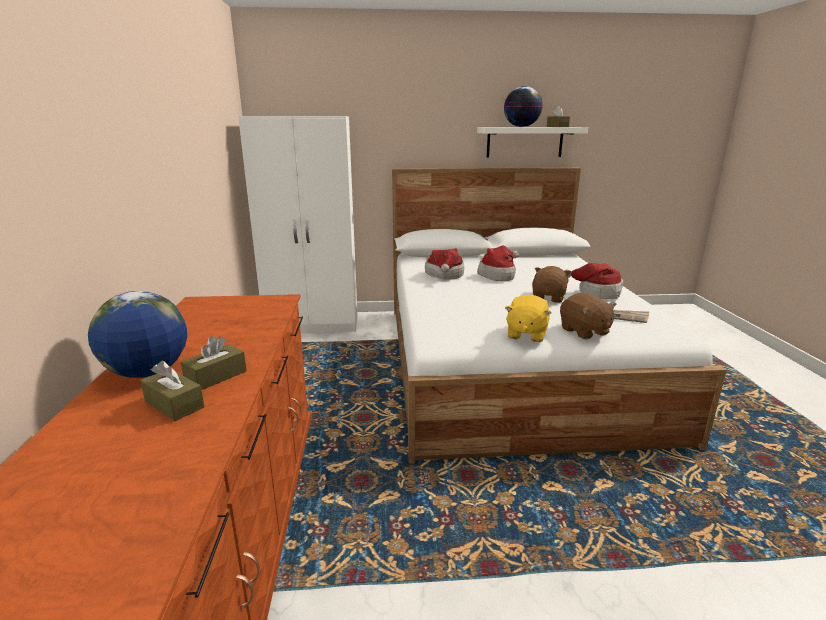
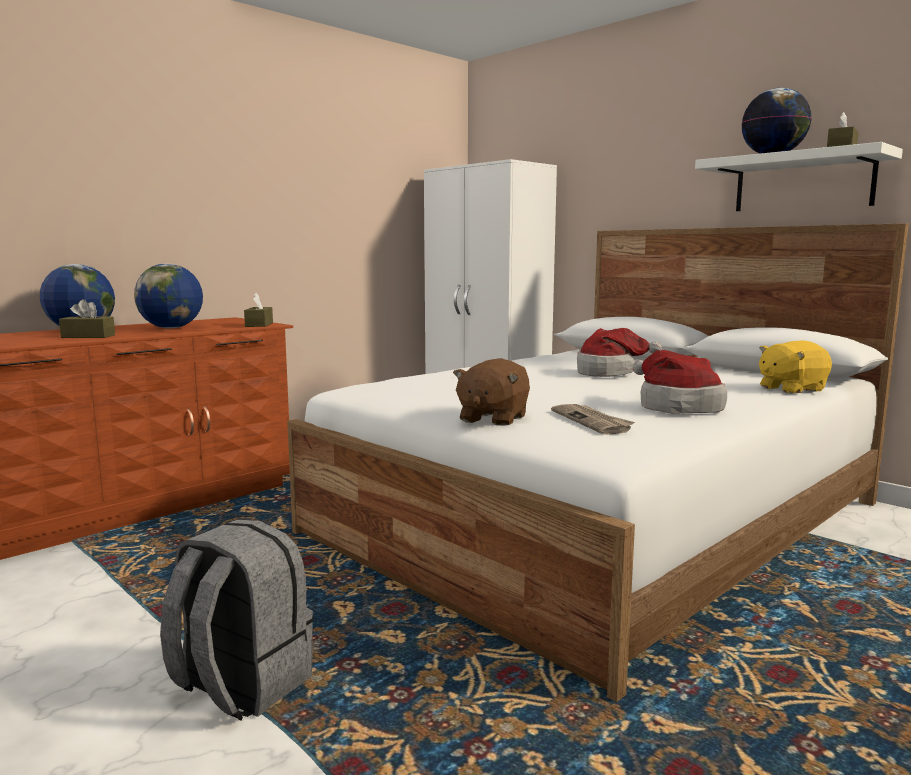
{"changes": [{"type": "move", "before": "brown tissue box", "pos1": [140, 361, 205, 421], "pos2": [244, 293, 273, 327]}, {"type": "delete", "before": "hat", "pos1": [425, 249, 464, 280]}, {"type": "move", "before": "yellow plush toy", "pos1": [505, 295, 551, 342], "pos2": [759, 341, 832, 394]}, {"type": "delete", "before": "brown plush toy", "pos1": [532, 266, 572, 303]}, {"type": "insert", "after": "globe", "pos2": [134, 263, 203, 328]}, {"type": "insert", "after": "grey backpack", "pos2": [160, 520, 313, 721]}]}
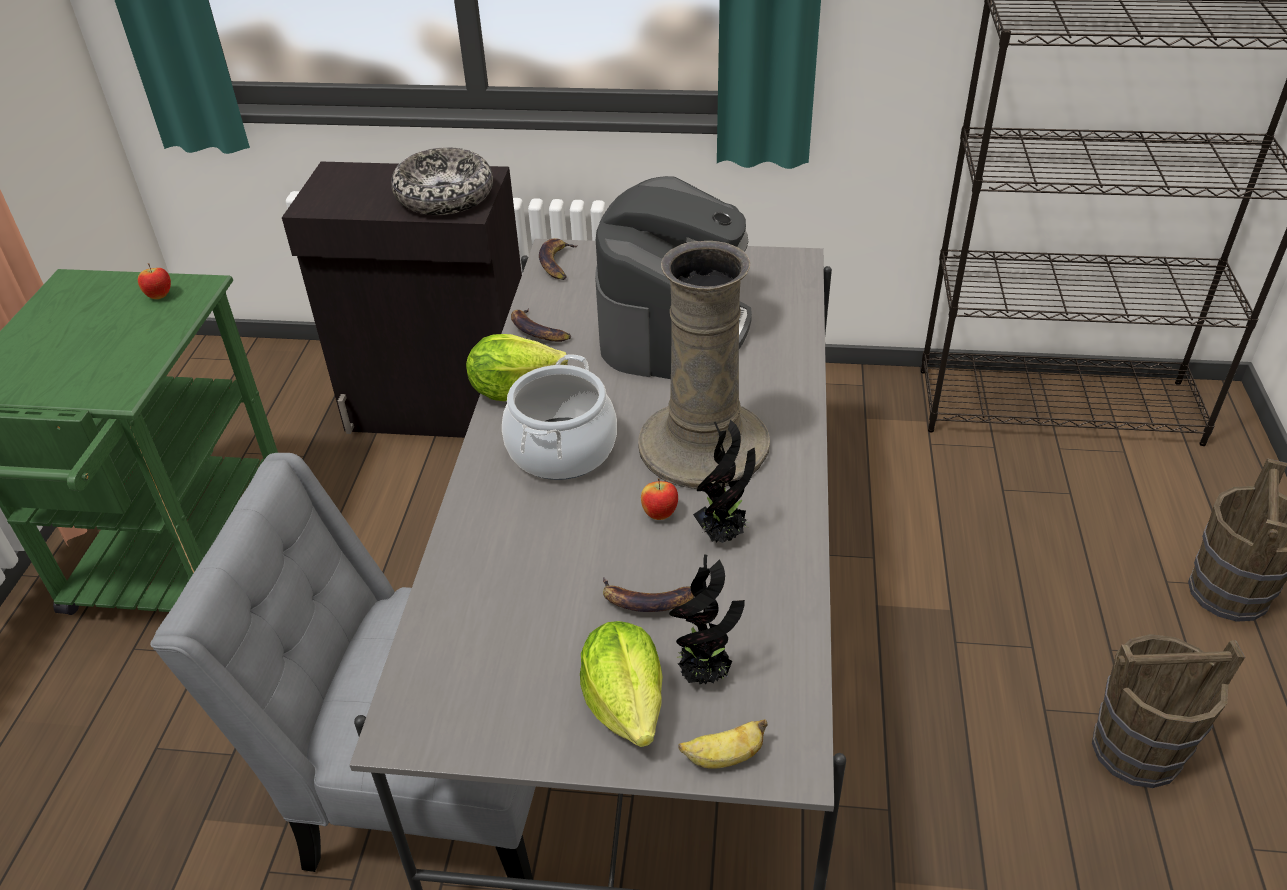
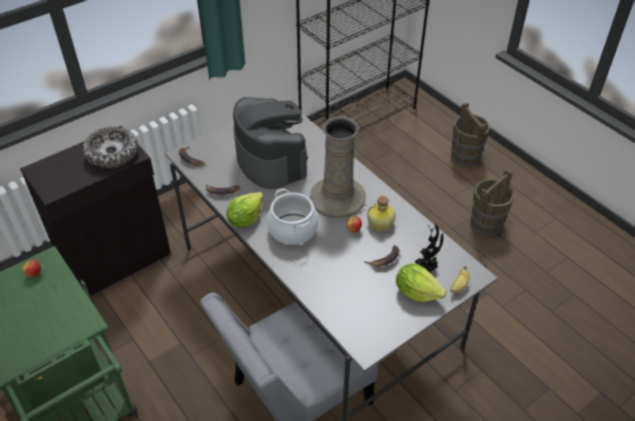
{"changes": [{"type": "replace", "before": "potted plant", "after": "bottle", "pos1": [693, 419, 756, 543], "pos2": [367, 196, 396, 231]}]}
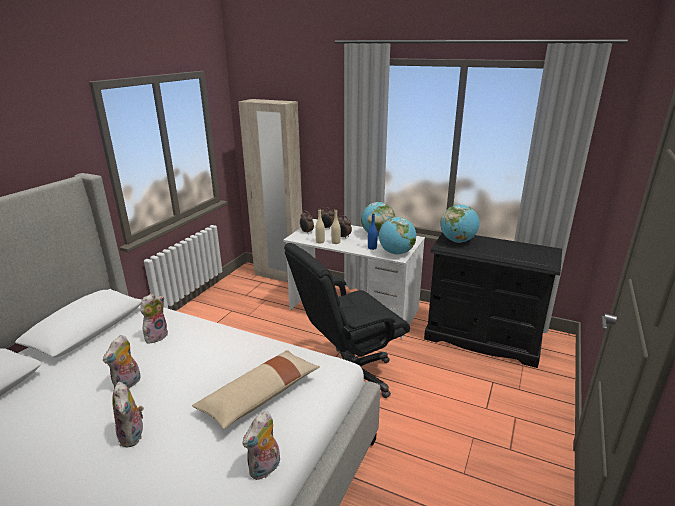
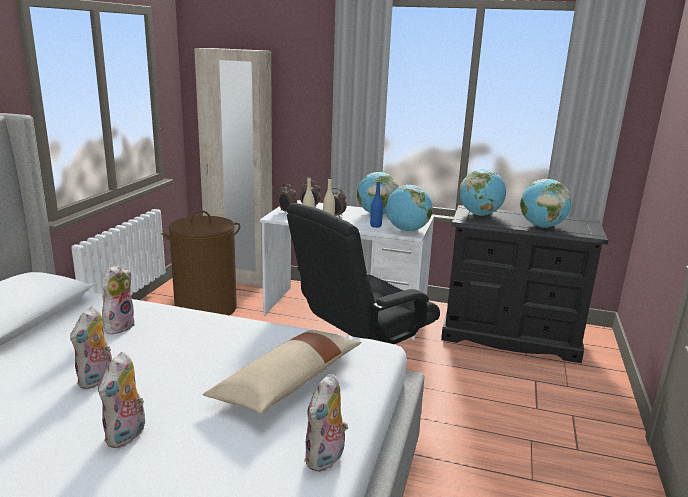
{"changes": [{"type": "rotate", "before": "plush toy", "pos1": [112, 382, 144, 448], "pos2": [98, 352, 145, 448], "turn": 45}, {"type": "insert", "after": "brown laundry basket", "pos2": [162, 211, 240, 316]}, {"type": "insert", "after": "globe", "pos2": [520, 179, 572, 228]}]}
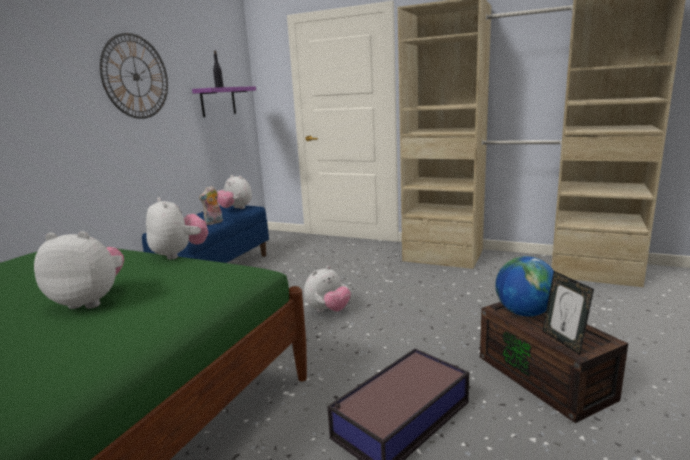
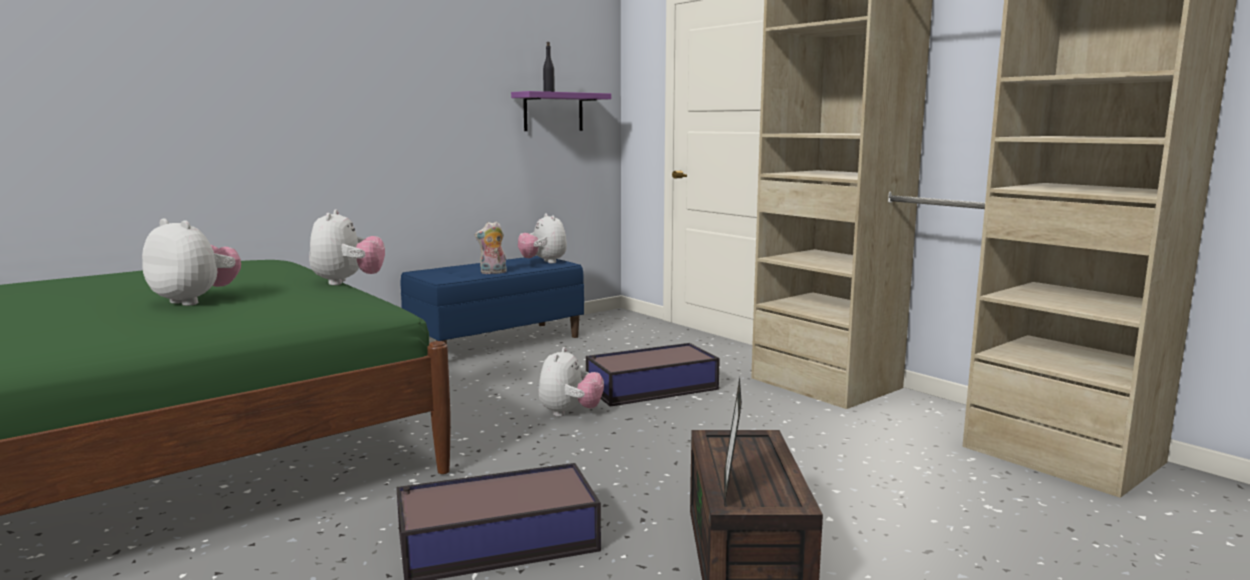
{"changes": [{"type": "delete", "before": "wall clock", "pos1": [100, 33, 168, 119]}, {"type": "rotate", "before": "plush toy", "pos1": [304, 266, 351, 312], "pos2": [538, 347, 604, 417], "turn": -60}, {"type": "delete", "before": "globe", "pos1": [495, 256, 554, 317]}, {"type": "insert", "after": "storage box", "pos2": [586, 343, 720, 407]}]}
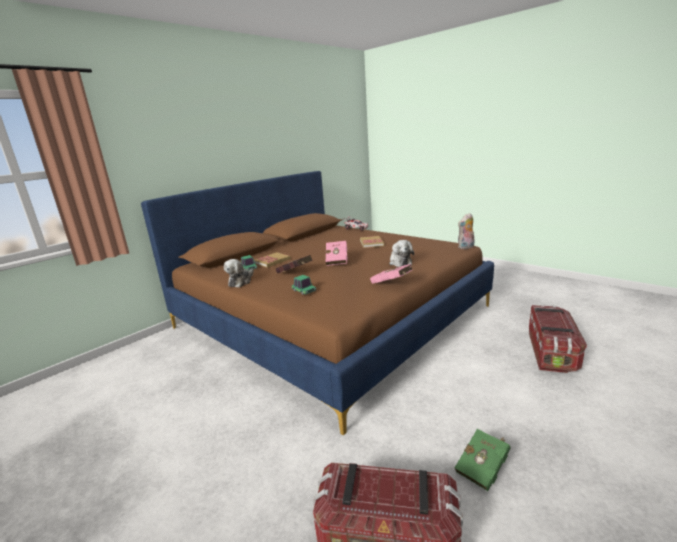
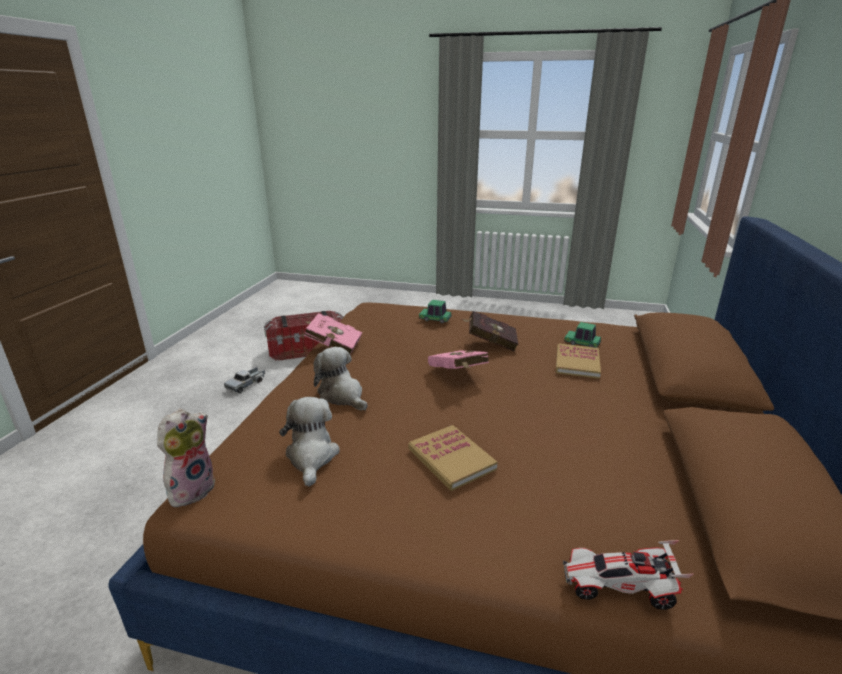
{"changes": [{"type": "move", "before": "plush toy", "pos1": [224, 259, 254, 288], "pos2": [279, 397, 340, 487]}, {"type": "replace", "before": "green book", "after": "toy truck", "pos1": [454, 429, 510, 491], "pos2": [224, 367, 265, 393]}, {"type": "delete", "before": "storage box", "pos1": [529, 305, 587, 373]}]}
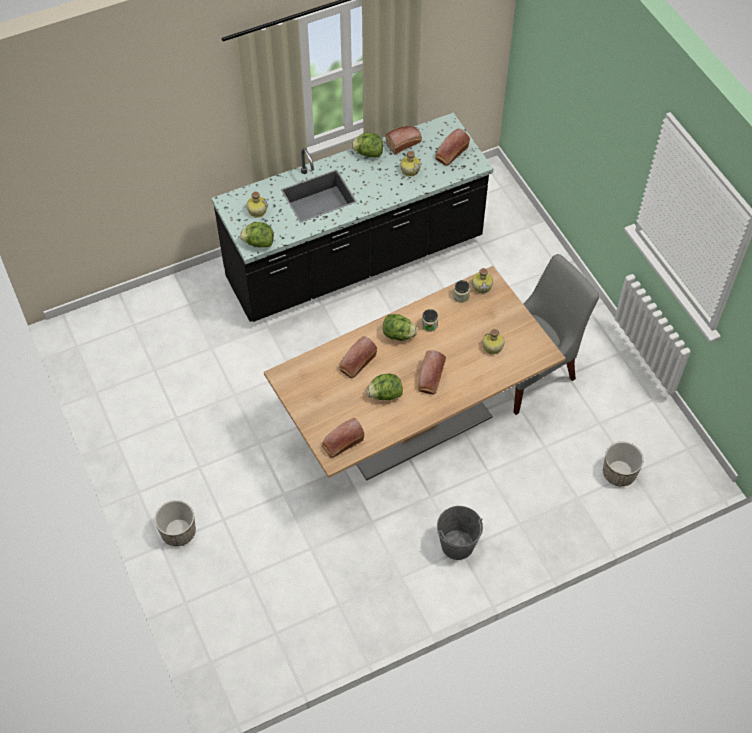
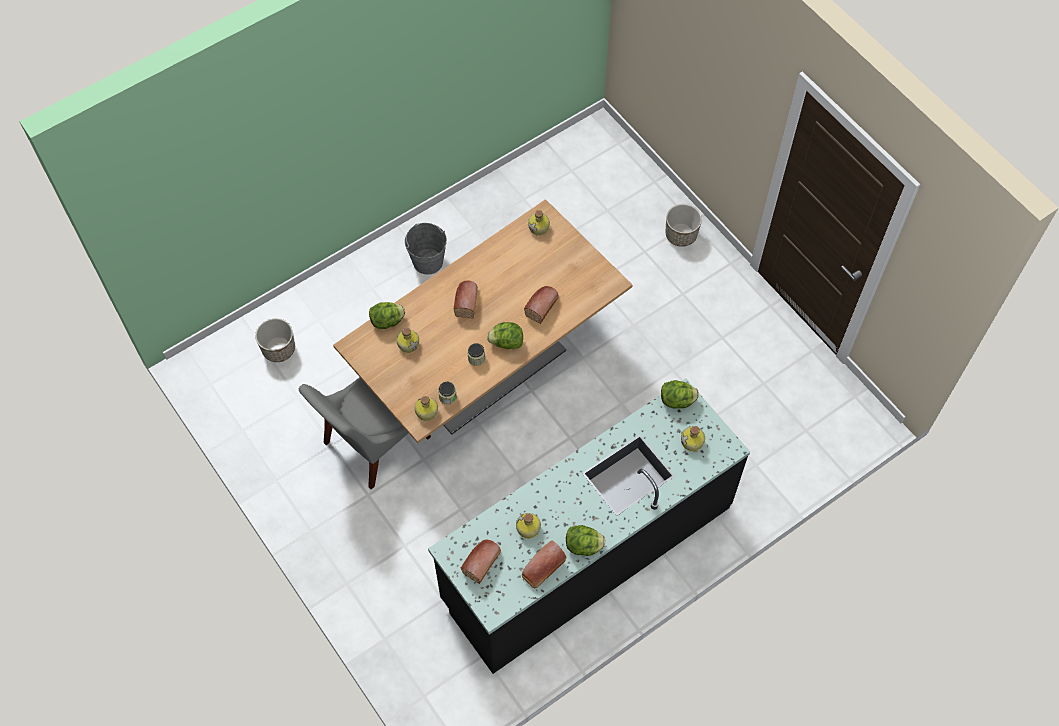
{"changes": [{"type": "replace", "before": "bread", "after": "bottle", "pos1": [322, 418, 364, 458], "pos2": [528, 210, 550, 236]}, {"type": "move", "before": "lettuce", "pos1": [367, 374, 403, 400], "pos2": [369, 302, 405, 329]}]}
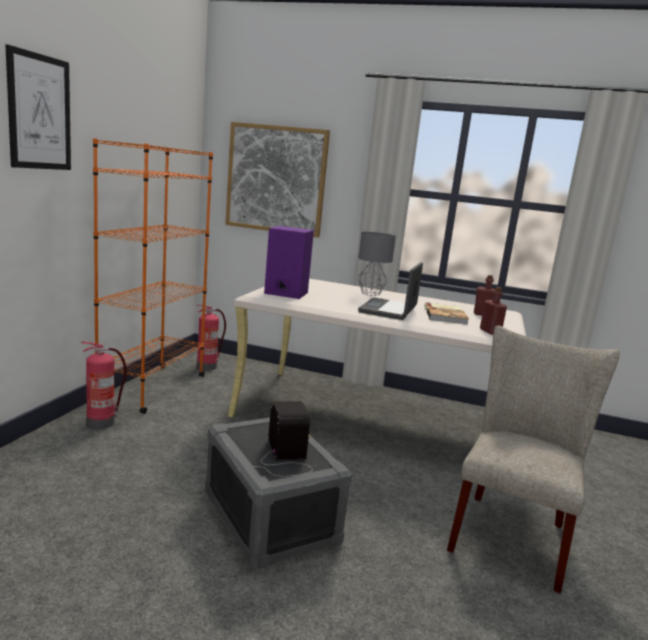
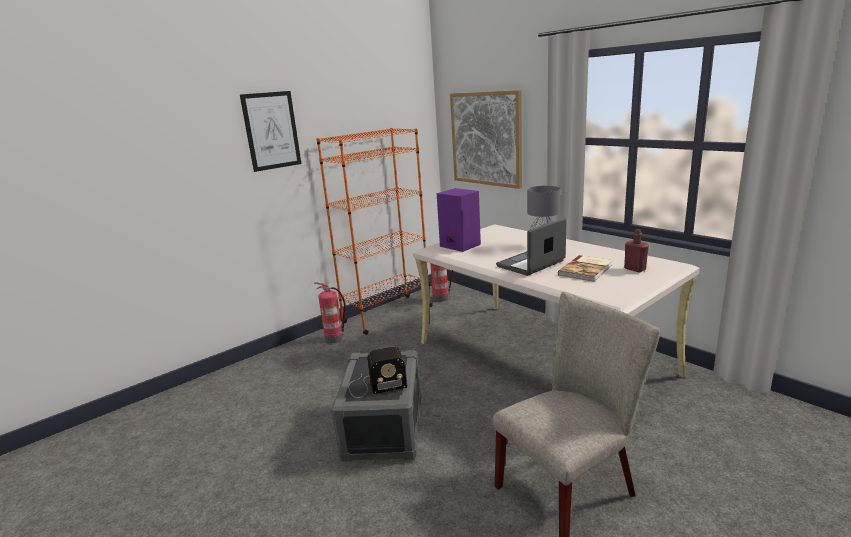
{"changes": [{"type": "rotate", "before": "radio", "pos1": [252, 401, 313, 477], "pos2": [349, 347, 407, 398], "turn": 60}, {"type": "delete", "before": "red bottle", "pos1": [480, 287, 507, 335]}]}
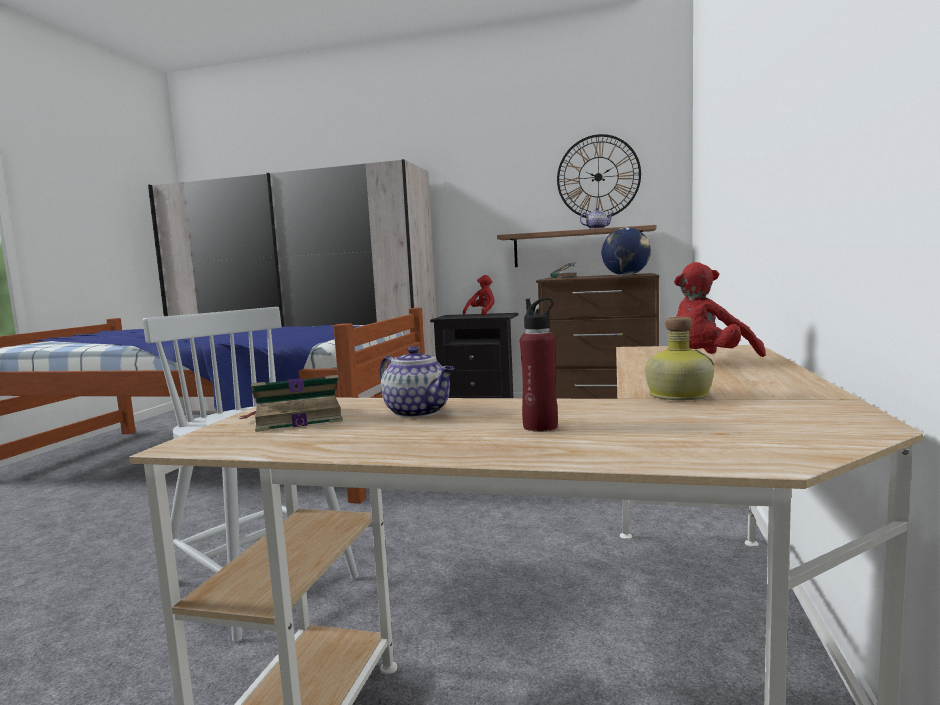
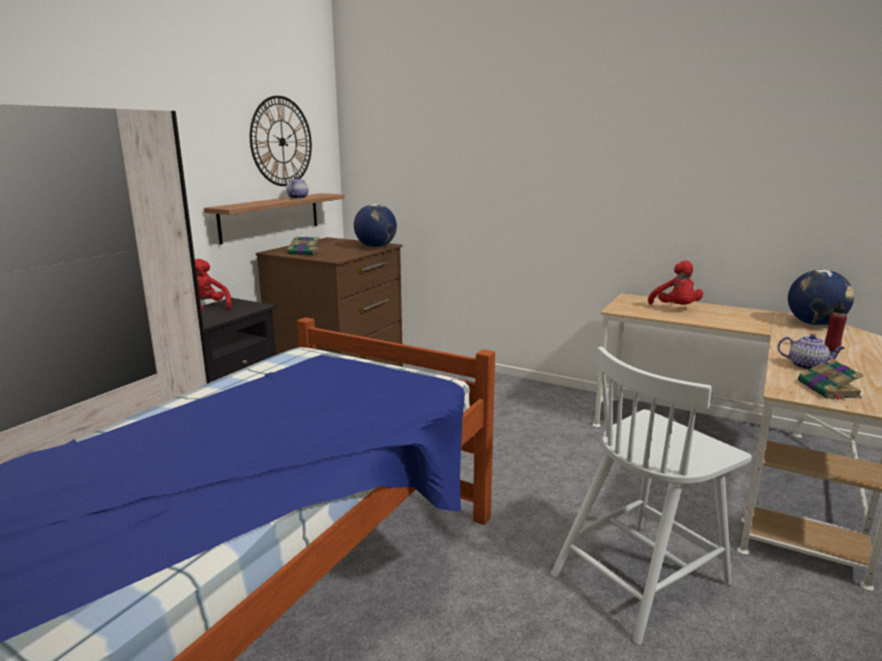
{"changes": [{"type": "rotate", "before": "teapot", "pos1": [380, 346, 454, 418], "pos2": [777, 334, 845, 370], "turn": 60}, {"type": "delete", "before": "bottle", "pos1": [645, 317, 715, 400]}, {"type": "insert", "after": "globe", "pos2": [788, 269, 854, 326]}]}
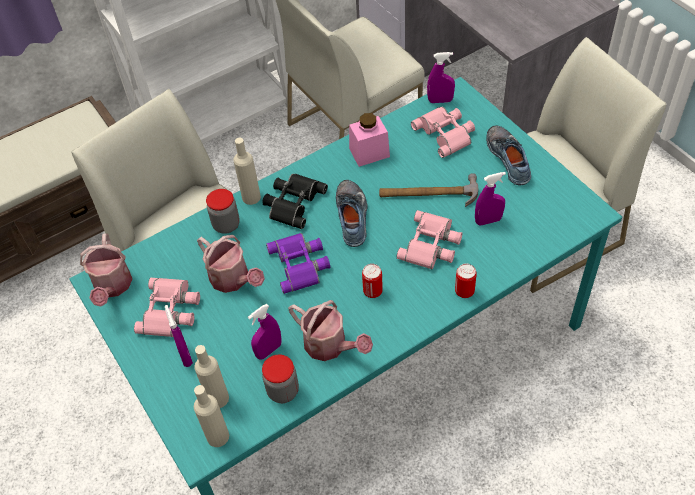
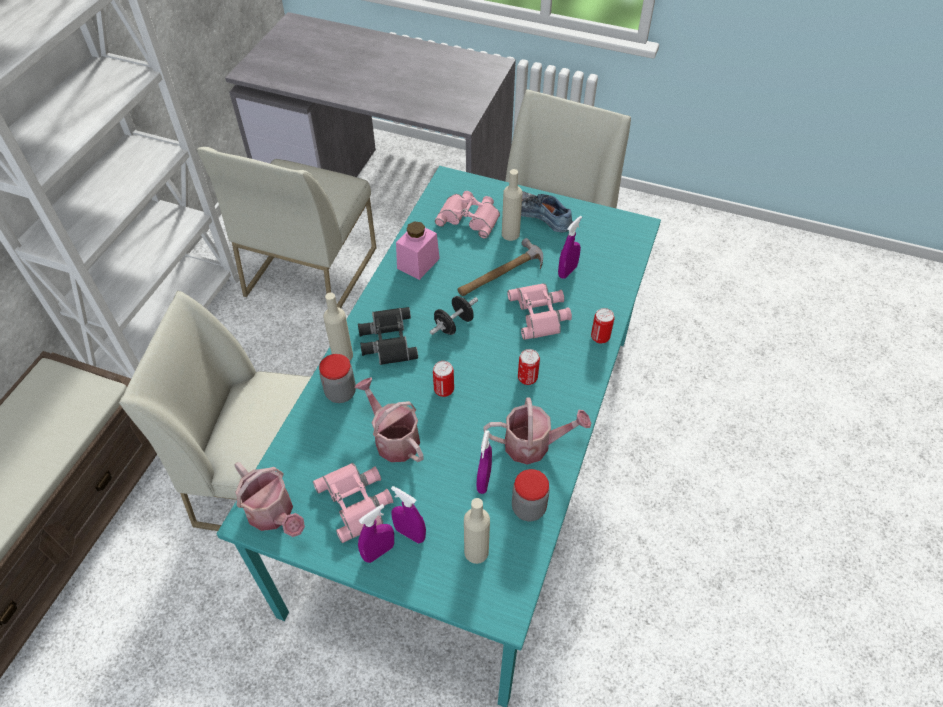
{"changes": [{"type": "move", "before": "beige bottle", "pos1": [194, 385, 229, 447], "pos2": [502, 169, 522, 241]}, {"type": "rotate", "before": "watering can", "pos1": [197, 235, 265, 293], "pos2": [355, 377, 423, 462], "turn": -135}, {"type": "replace", "before": "purple binoculars", "after": "can", "pos1": [266, 233, 330, 294], "pos2": [433, 361, 454, 397]}, {"type": "replace", "before": "shoe", "after": "black dumbbell", "pos1": [336, 180, 367, 247], "pos2": [430, 296, 478, 335]}, {"type": "move", "before": "purple spray bottle", "pos1": [427, 52, 455, 103], "pos2": [358, 504, 394, 563]}]}
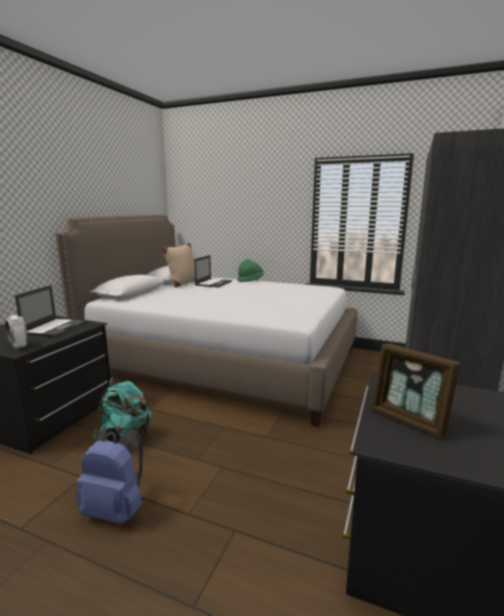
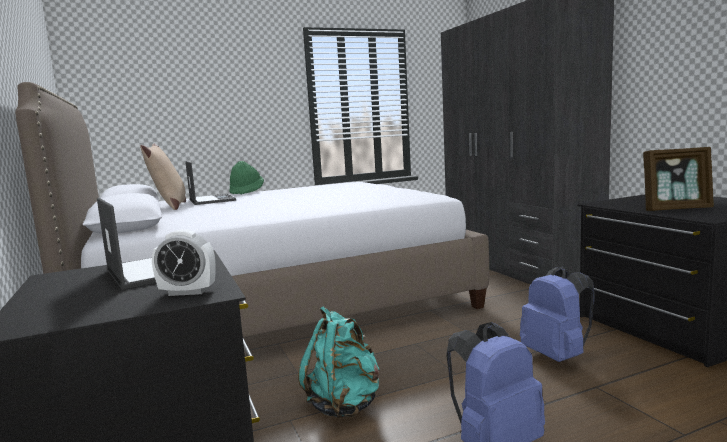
{"changes": [{"type": "insert", "after": "blue backpack", "pos2": [520, 267, 595, 362]}]}
